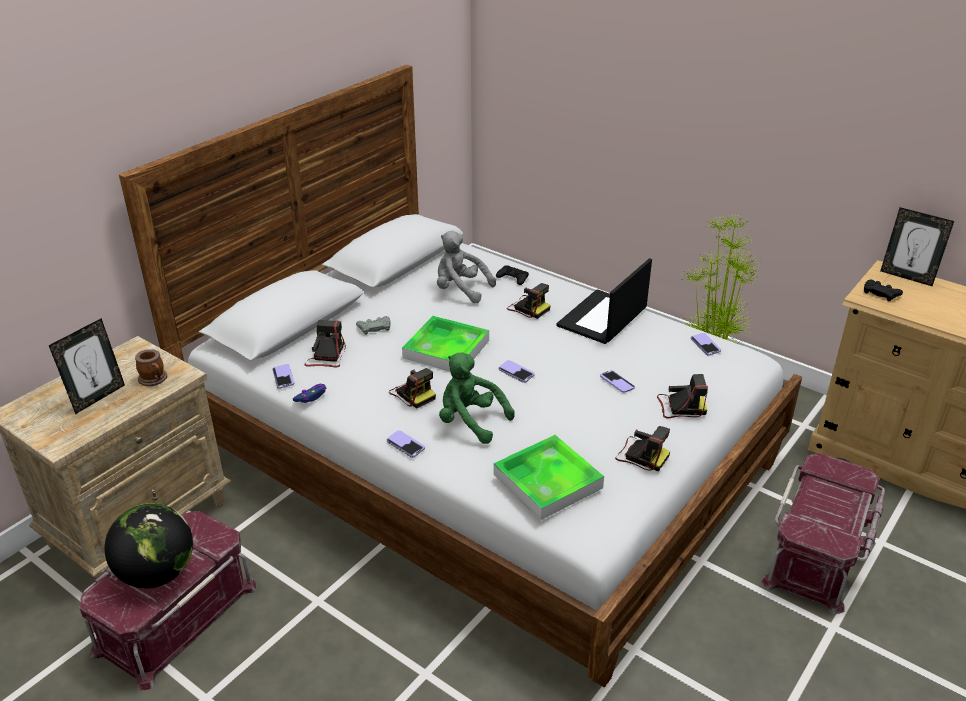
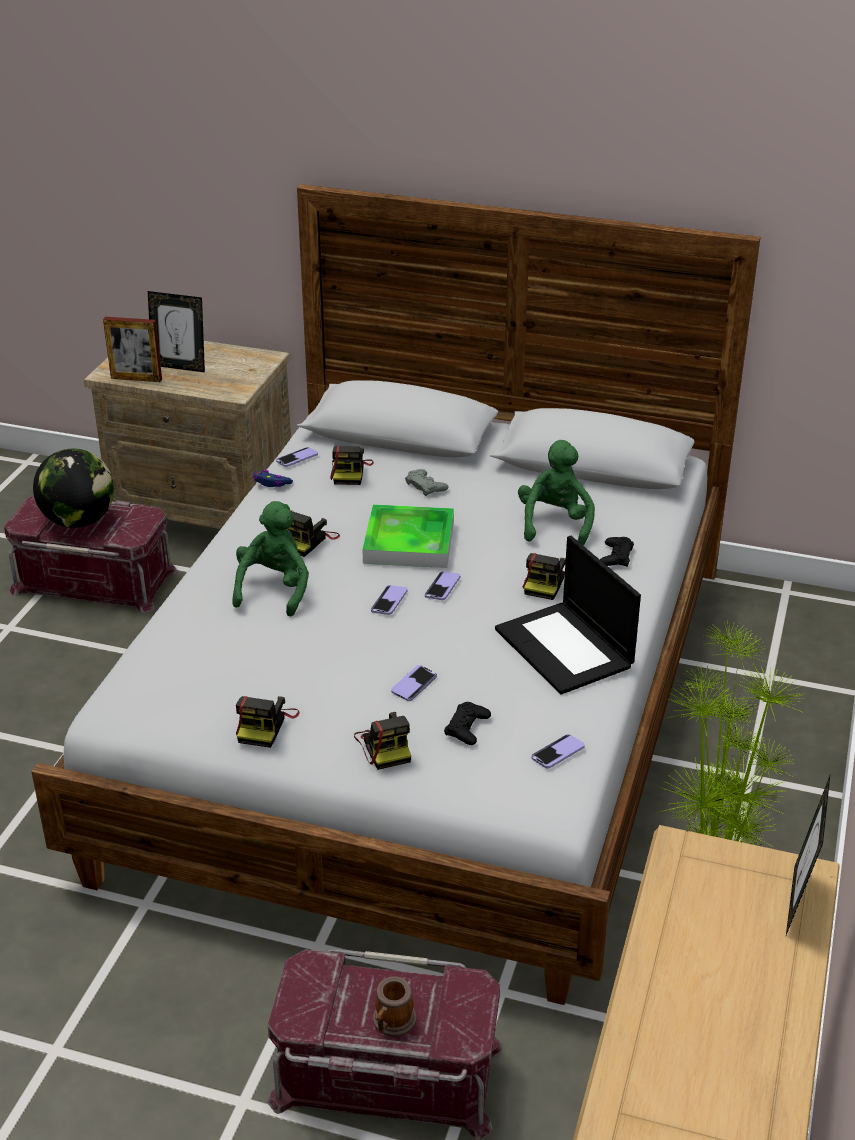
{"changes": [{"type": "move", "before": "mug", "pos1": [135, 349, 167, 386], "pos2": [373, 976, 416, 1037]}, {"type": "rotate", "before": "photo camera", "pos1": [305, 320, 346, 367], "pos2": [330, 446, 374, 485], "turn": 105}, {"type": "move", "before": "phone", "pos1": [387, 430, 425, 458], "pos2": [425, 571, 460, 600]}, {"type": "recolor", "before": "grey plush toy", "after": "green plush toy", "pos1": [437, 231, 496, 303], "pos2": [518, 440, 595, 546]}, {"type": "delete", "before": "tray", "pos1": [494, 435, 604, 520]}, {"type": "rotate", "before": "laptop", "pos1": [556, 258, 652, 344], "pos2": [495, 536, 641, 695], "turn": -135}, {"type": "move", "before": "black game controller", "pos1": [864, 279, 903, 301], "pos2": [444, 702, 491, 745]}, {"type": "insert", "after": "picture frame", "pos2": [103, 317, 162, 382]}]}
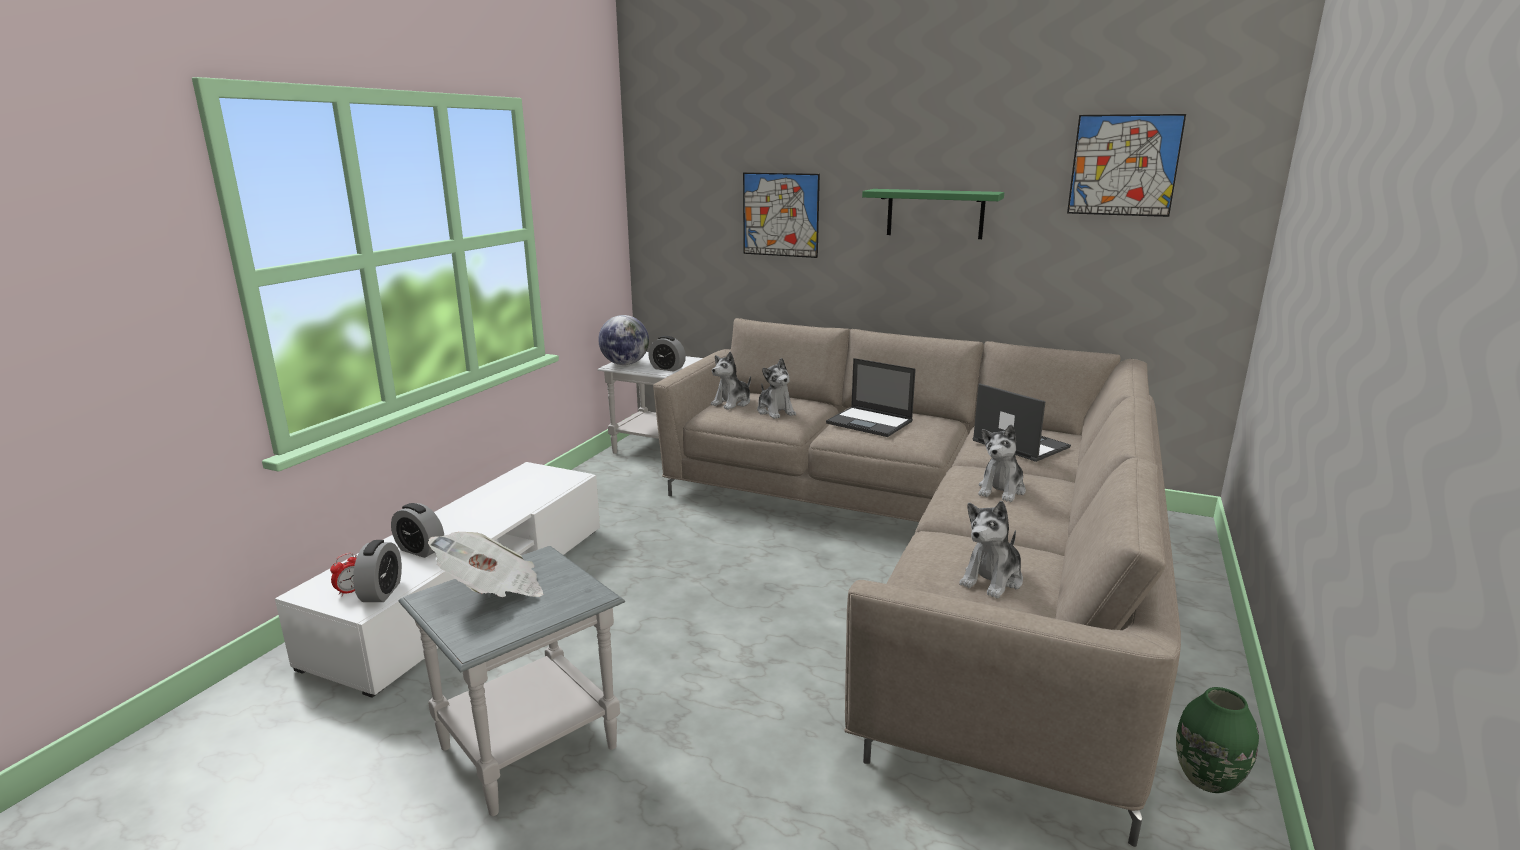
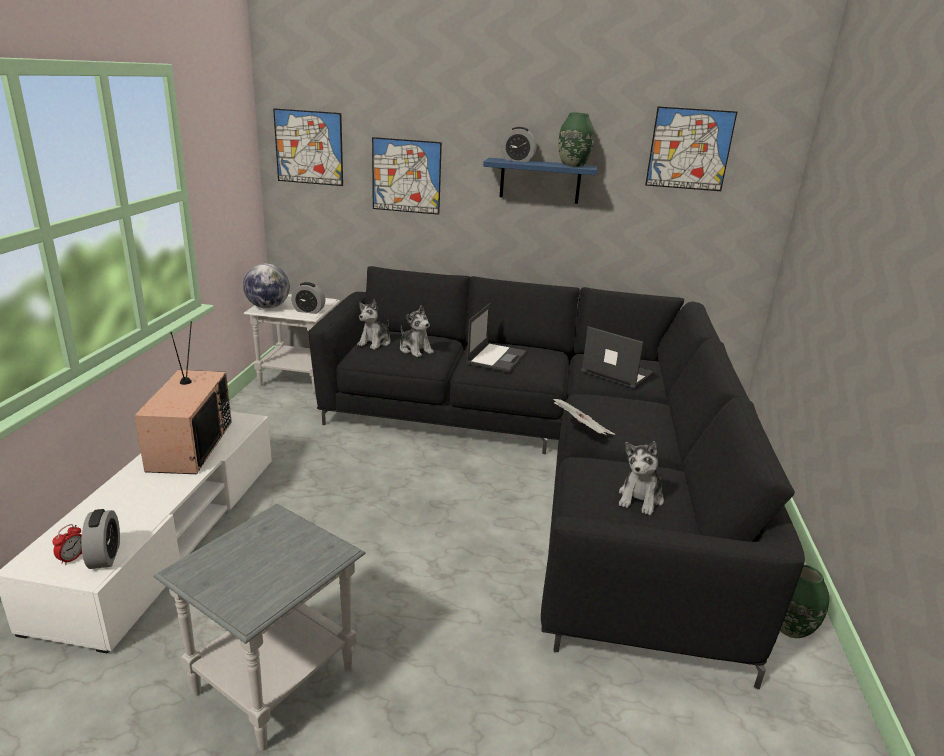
{"changes": [{"type": "move", "before": "alarm clock", "pos1": [391, 503, 444, 558], "pos2": [501, 127, 537, 162]}, {"type": "move", "before": "newspaper", "pos1": [428, 532, 544, 597], "pos2": [553, 399, 615, 435]}, {"type": "recolor", "before": "beige sofa", "after": "black sofa", "pos1": [653, 318, 1181, 847], "pos2": [308, 266, 805, 689]}, {"type": "rotate", "before": "laptop", "pos1": [826, 358, 916, 437], "pos2": [466, 303, 527, 373], "turn": -90}, {"type": "recolor", "before": "green shelf", "after": "blue shelf", "pos1": [862, 189, 1004, 239], "pos2": [483, 158, 597, 204]}, {"type": "delete", "before": "plush toy", "pos1": [979, 424, 1026, 502]}, {"type": "insert", "after": "television", "pos2": [134, 321, 232, 474]}, {"type": "insert", "after": "picture", "pos2": [273, 108, 343, 186]}, {"type": "insert", "after": "green vase", "pos2": [558, 112, 594, 167]}]}
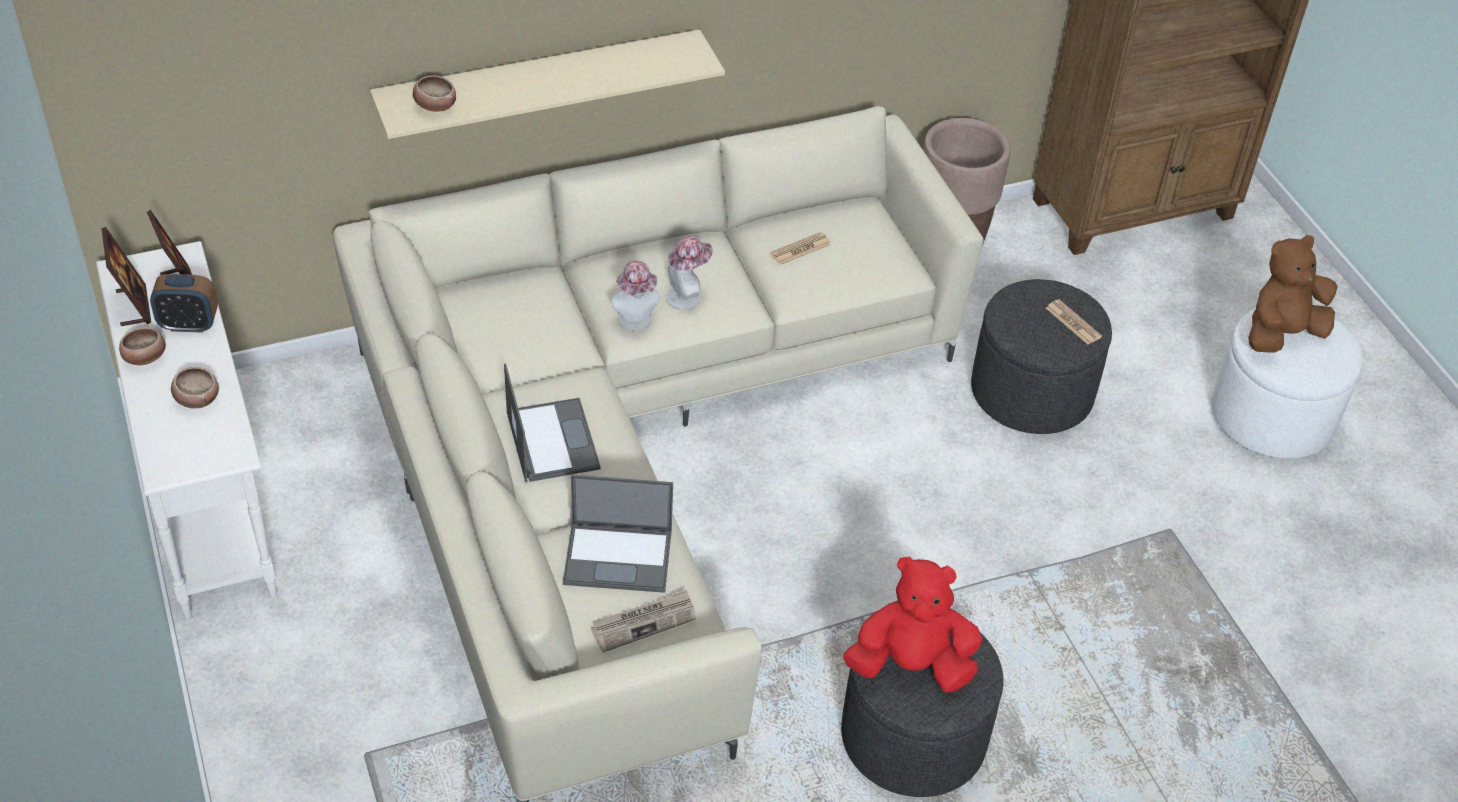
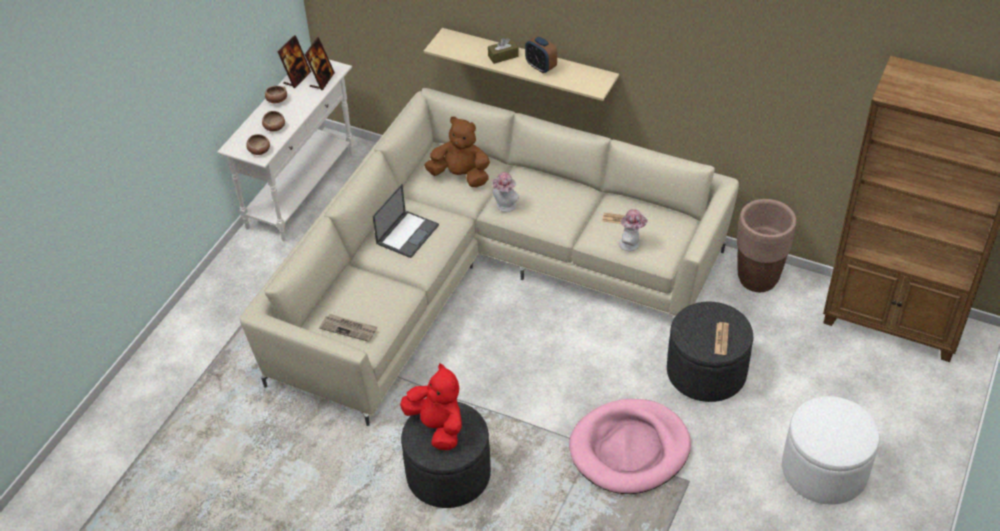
{"changes": [{"type": "move", "before": "alarm clock", "pos1": [150, 274, 218, 333], "pos2": [525, 36, 557, 73]}, {"type": "move", "before": "bowl", "pos1": [413, 75, 456, 112], "pos2": [246, 134, 270, 155]}, {"type": "delete", "before": "laptop", "pos1": [563, 475, 673, 593]}, {"type": "move", "before": "hat", "pos1": [666, 236, 713, 310], "pos2": [619, 209, 648, 251]}, {"type": "move", "before": "brown plush toy", "pos1": [1248, 235, 1338, 353], "pos2": [424, 116, 490, 187]}, {"type": "insert", "after": "brown tissue box", "pos2": [488, 38, 519, 64]}, {"type": "insert", "after": "pink dog bed", "pos2": [569, 399, 691, 494]}]}
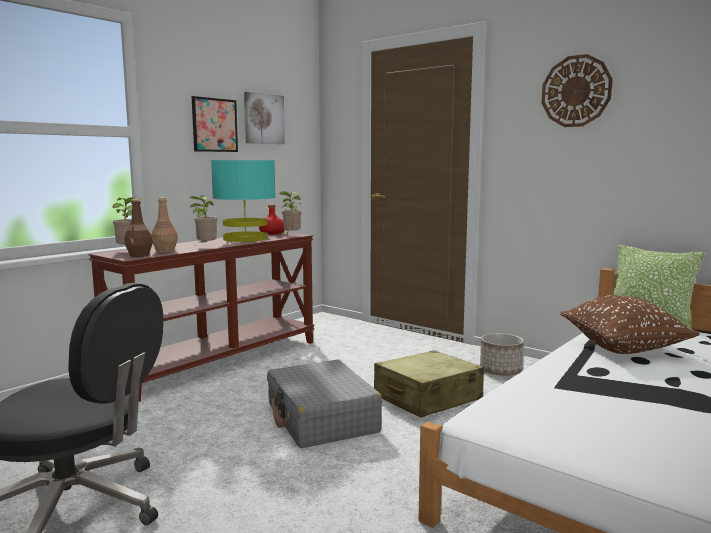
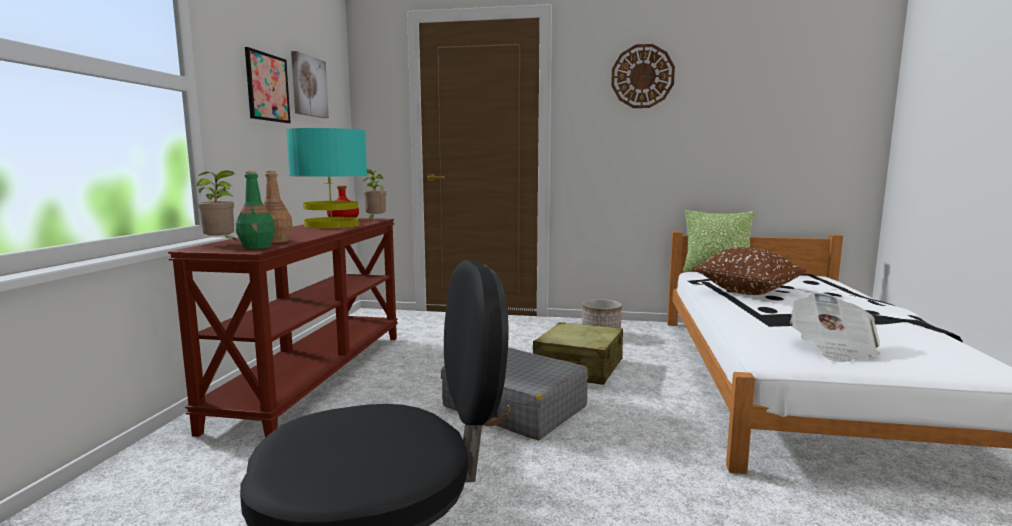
{"changes": [{"type": "recolor", "before": "brown bottle", "after": "green bottle", "pos1": [124, 199, 153, 257], "pos2": [236, 171, 275, 249]}, {"type": "delete", "before": "potted plant", "pos1": [190, 195, 217, 244]}, {"type": "insert", "after": "newspaper", "pos2": [790, 293, 880, 362]}]}
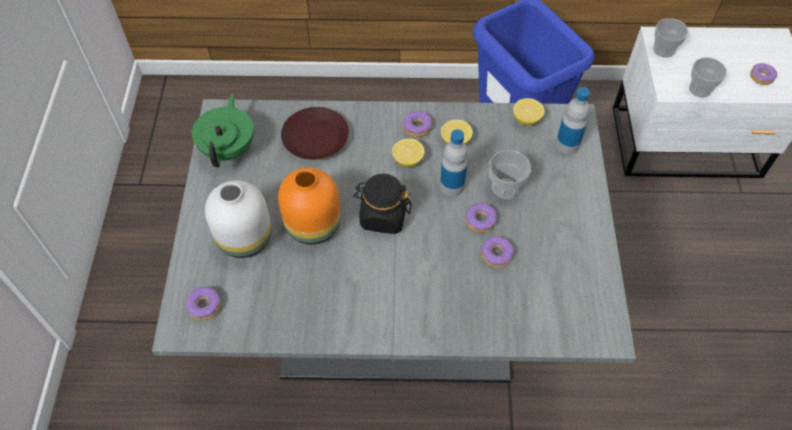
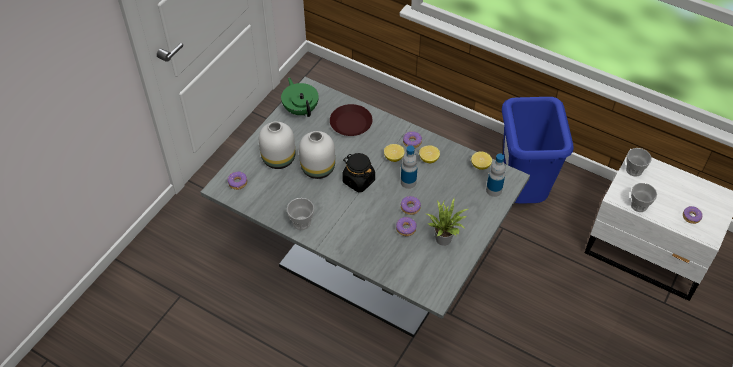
{"changes": [{"type": "rotate", "before": "green teapot", "pos1": [192, 94, 254, 167], "pos2": [281, 78, 319, 117], "turn": -60}, {"type": "recolor", "before": "orange vase", "after": "white vase", "pos1": [278, 167, 341, 245], "pos2": [299, 131, 335, 179]}, {"type": "move", "before": "cup", "pos1": [489, 150, 531, 199], "pos2": [287, 198, 314, 230]}, {"type": "insert", "after": "potted plant", "pos2": [427, 198, 468, 246]}]}
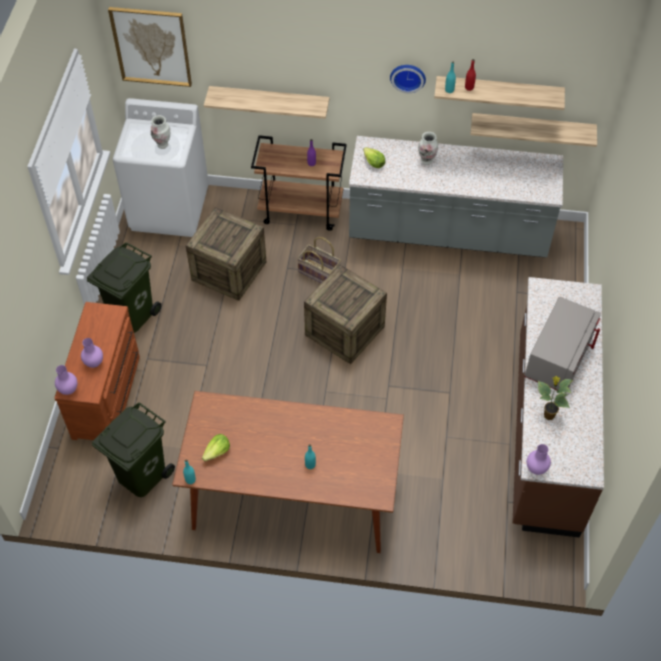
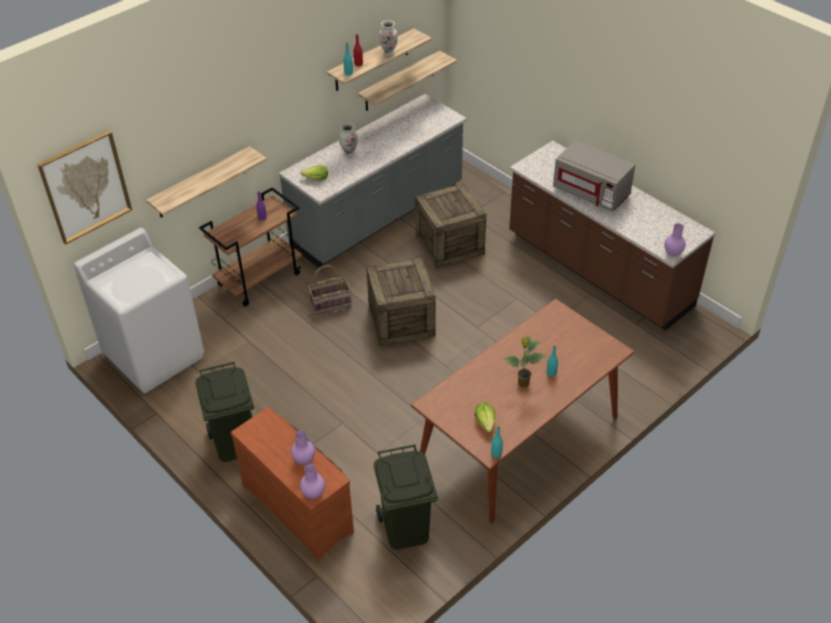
{"changes": [{"type": "move", "before": "vase", "pos1": [151, 115, 170, 149], "pos2": [379, 20, 398, 56]}, {"type": "move", "before": "crate", "pos1": [186, 207, 266, 301], "pos2": [415, 183, 486, 268]}, {"type": "delete", "before": "wall clock", "pos1": [390, 65, 426, 93]}, {"type": "rotate", "before": "grey microwave", "pos1": [524, 297, 601, 390], "pos2": [553, 140, 635, 212], "turn": 150}, {"type": "move", "before": "potted plant", "pos1": [538, 376, 573, 420], "pos2": [503, 335, 546, 387]}]}
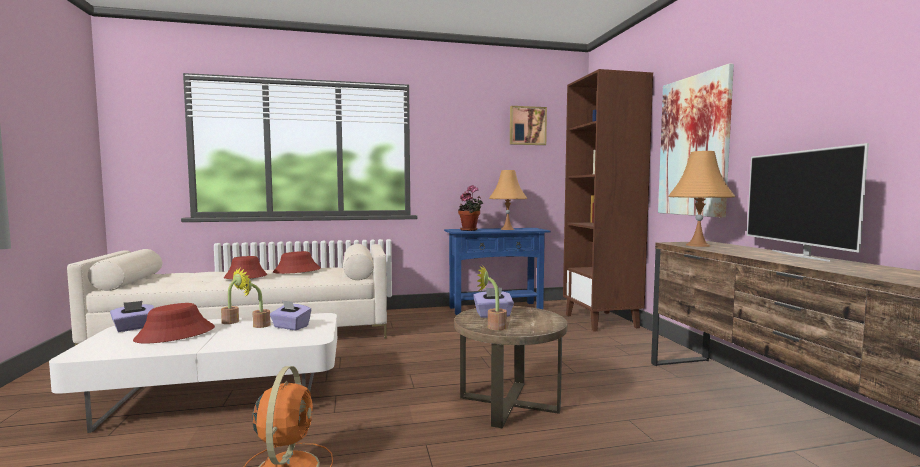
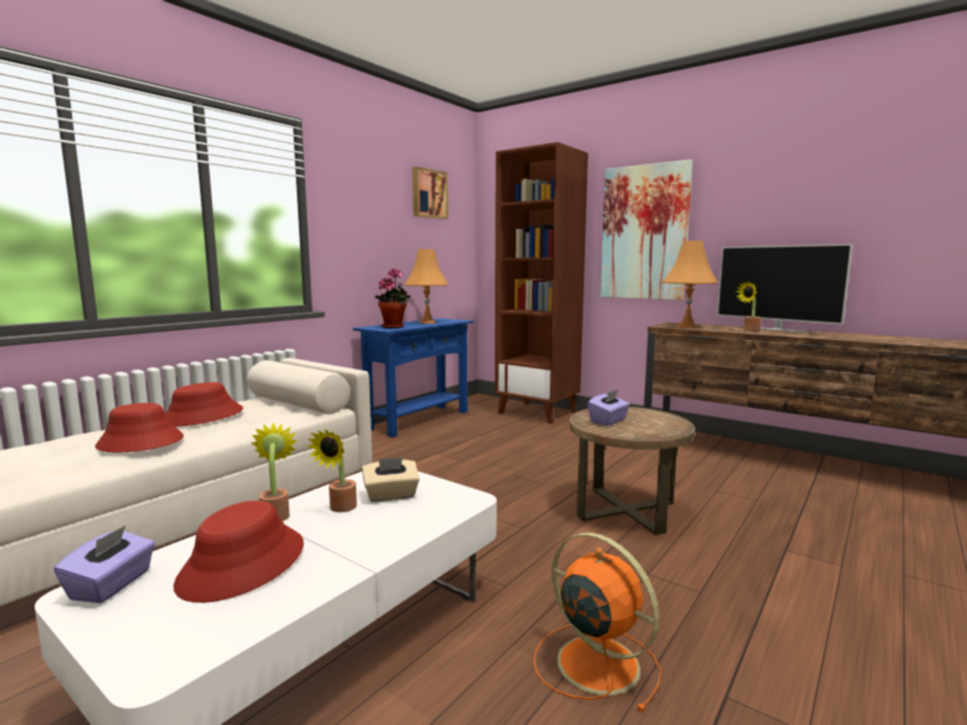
{"changes": [{"type": "recolor", "before": "purple tissue box", "after": "beige tissue box", "pos1": [270, 300, 311, 330], "pos2": [362, 457, 420, 502]}, {"type": "move", "before": "potted plant", "pos1": [477, 265, 507, 330], "pos2": [735, 281, 761, 331]}]}
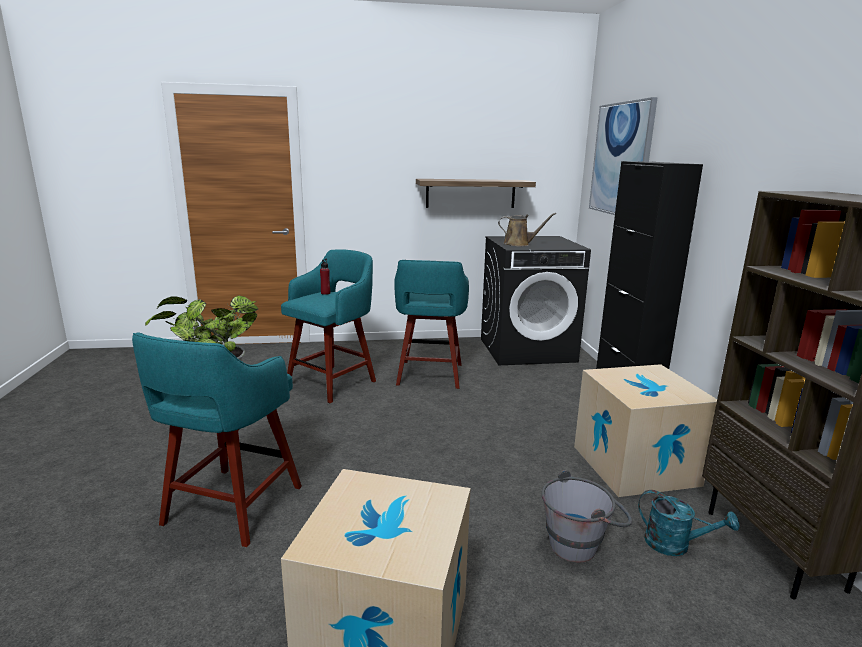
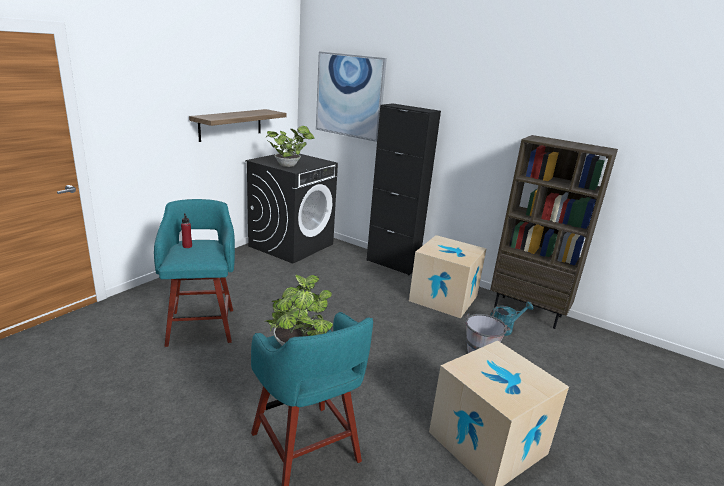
{"changes": [{"type": "delete", "before": "turquoise stool", "pos1": [394, 260, 469, 389]}, {"type": "replace", "before": "brown watering can", "after": "potted plant", "pos1": [498, 213, 556, 246], "pos2": [266, 126, 315, 167]}]}
